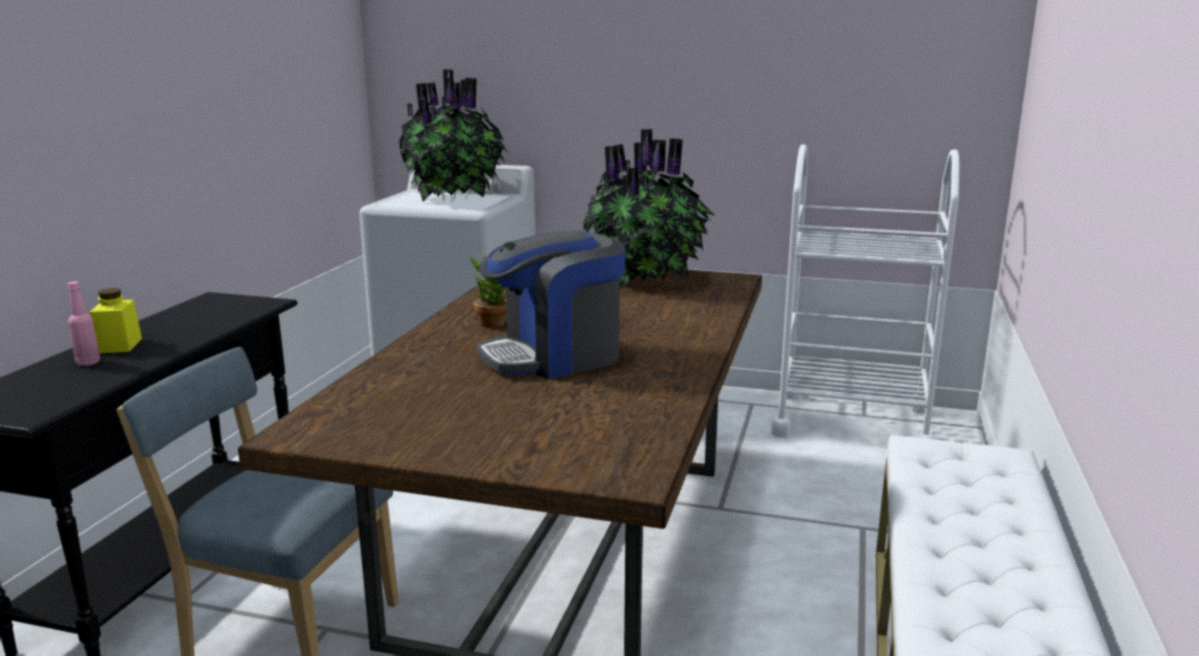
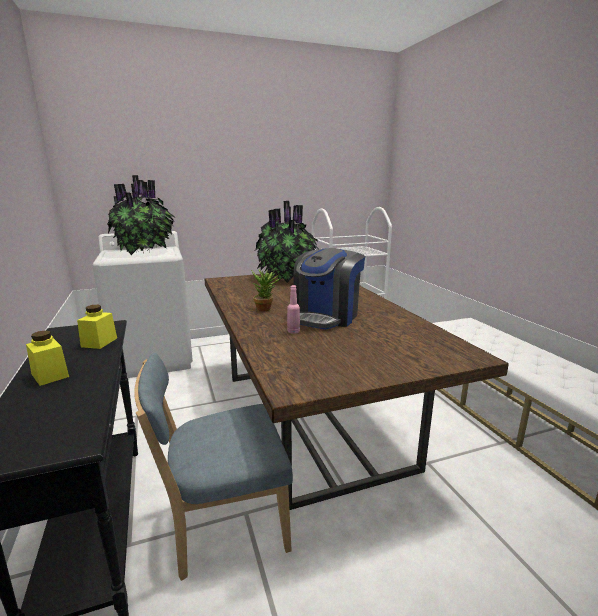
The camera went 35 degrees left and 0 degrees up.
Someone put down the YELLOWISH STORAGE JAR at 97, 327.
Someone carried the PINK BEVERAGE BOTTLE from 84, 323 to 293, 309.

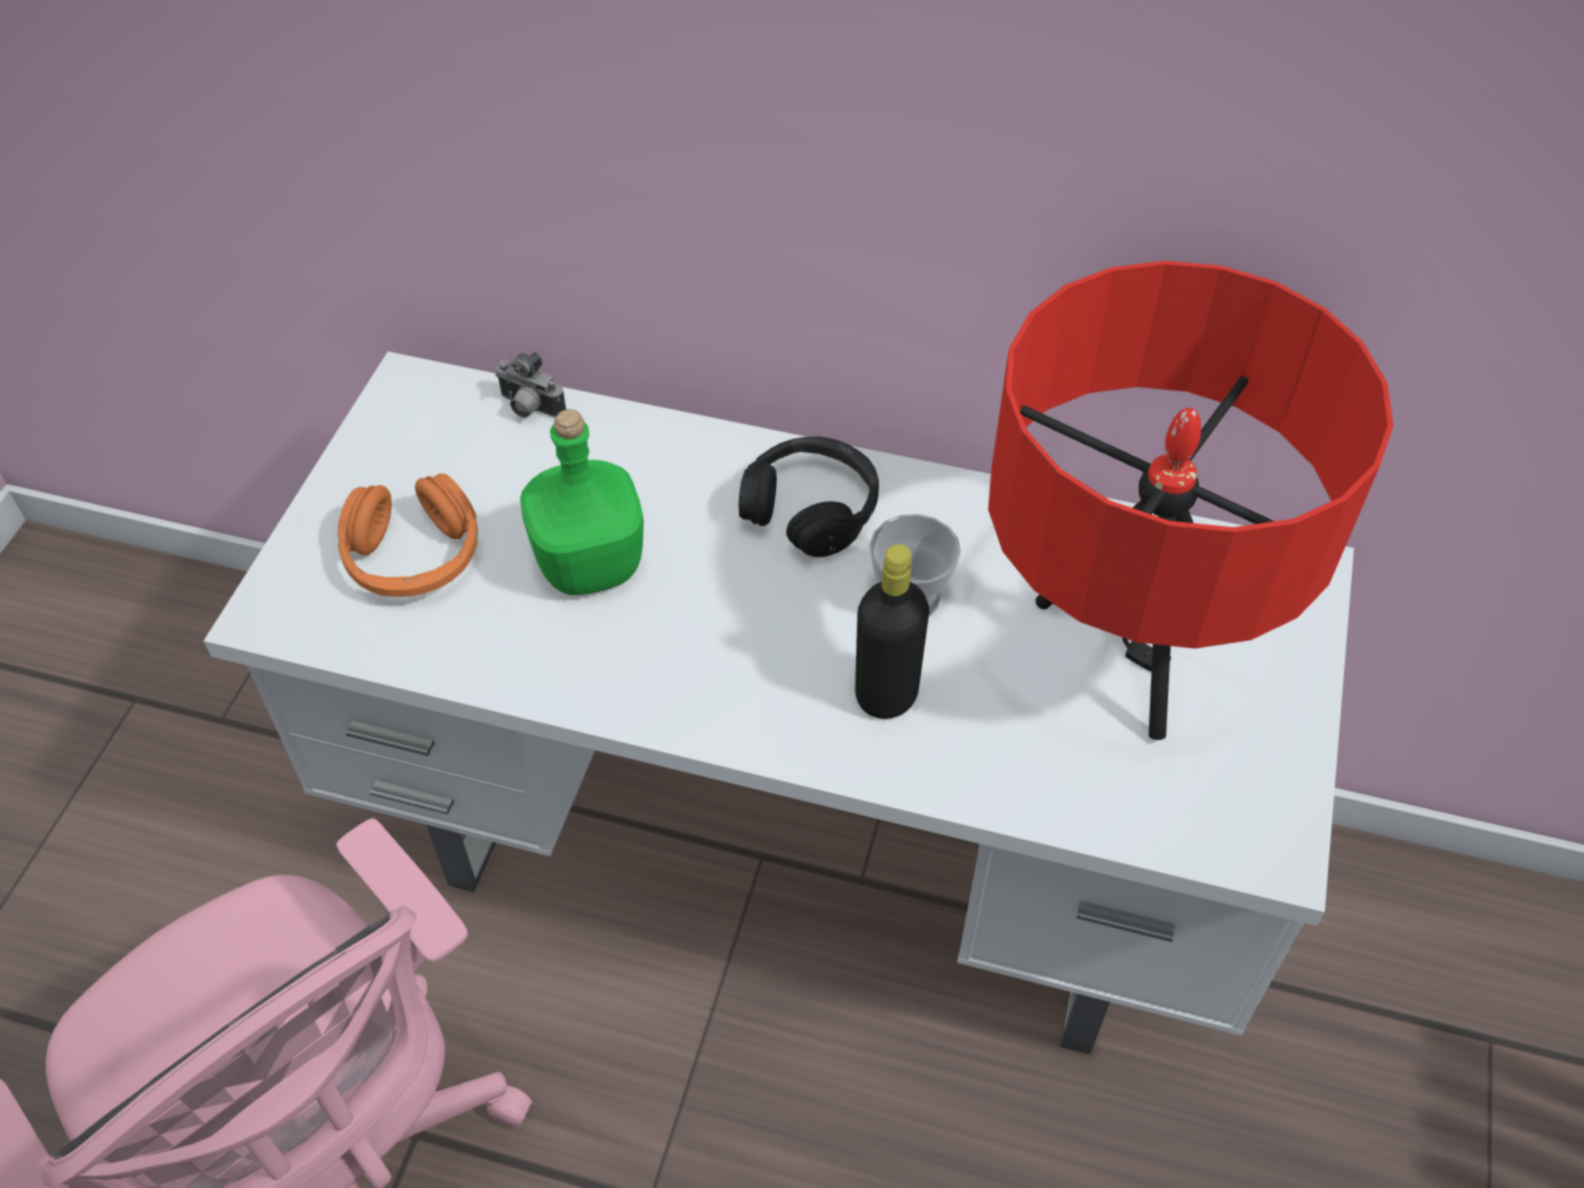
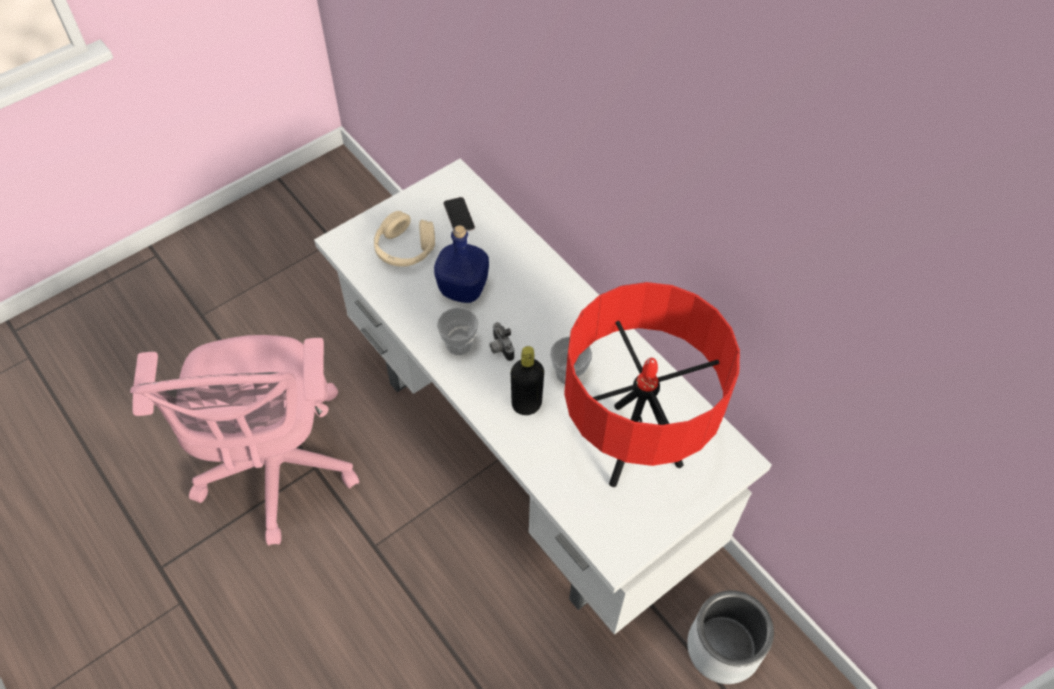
The camera went 35 degrees right and 5 degrees up.
Someone repainted the ORANGE HEADPHONES at 408, 535, which became the BEIGE-COLOURED HEADPHONES at 404, 239.
Someone repainted the GREEN-COLOURED BEVERAGE BOTTLE at 582, 502, which became the BLUE BEVERAGE BOTTLE at 461, 264.
Someone put down the CUP at 457, 331.
Someone put down the TELEPHONE at 459, 214.
Someone carried the PHOTO CAMERA from 530, 384 to 501, 341.
Someone put down the GREY PLANT POT at 730, 637.
Someone took away the BLACK-COLOURED HEADPHONES at 809, 496.

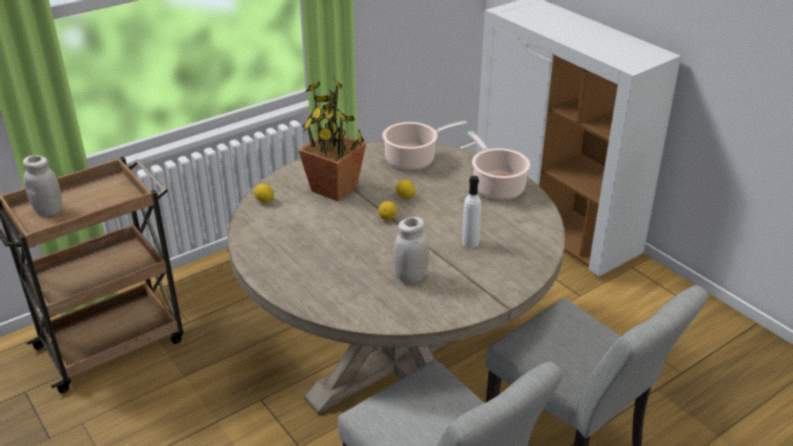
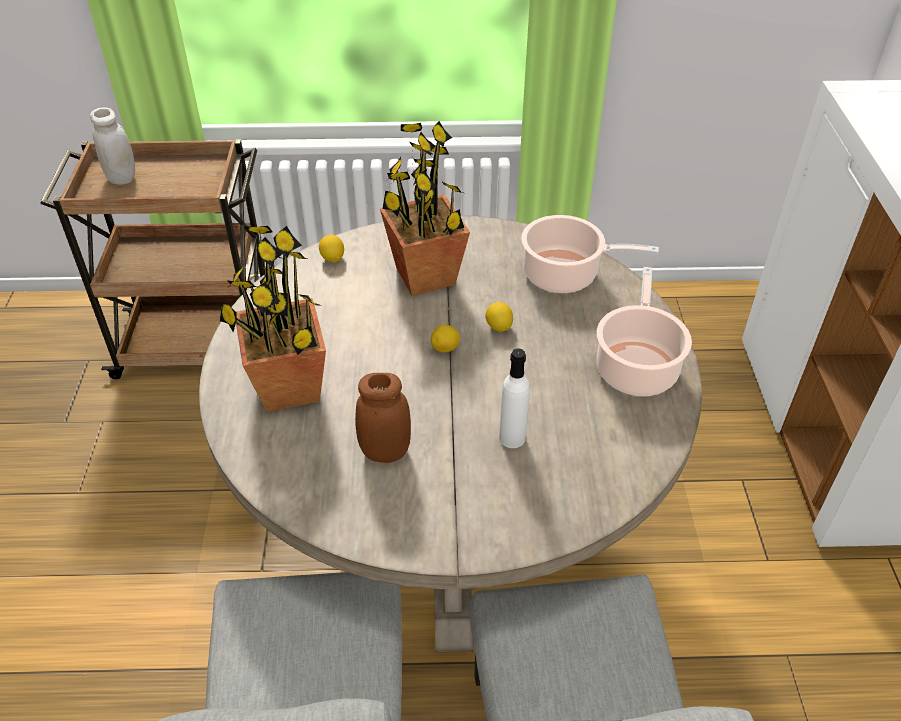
The camera went 35 degrees right and 10 degrees up.
Someone put down the PLANT IN A POT at 273, 319.
Someone repainted the WHITE-COLOURED STORAGE JAR at 411, 250, which became the BROWNISH STORAGE JAR at 383, 418.

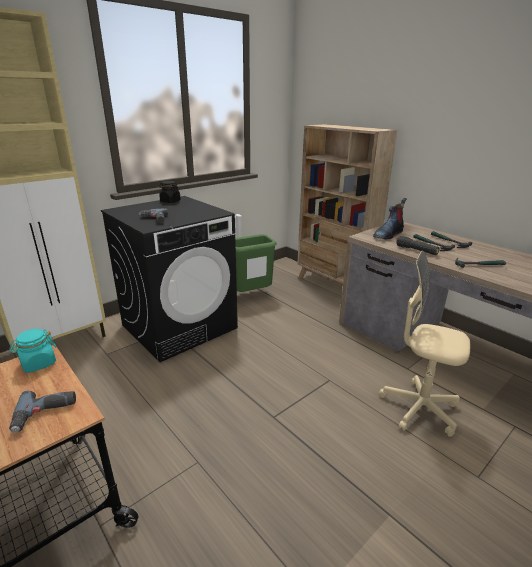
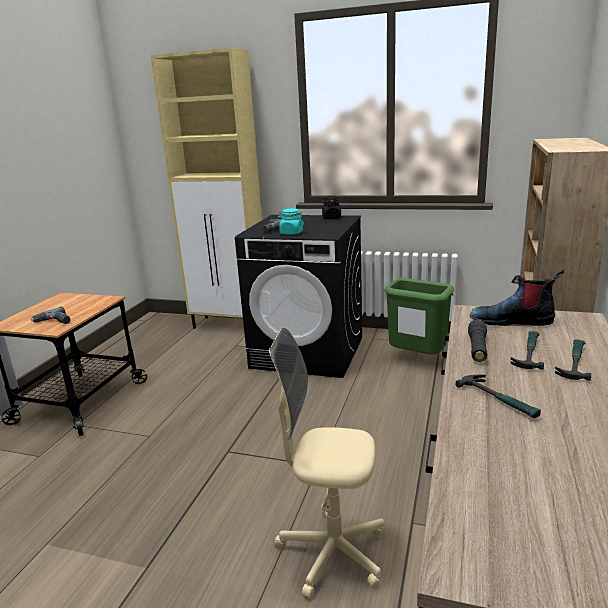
The camera went 60 degrees right and 5 degrees down.
Someone rotated the BEIGE-COLOURED OFFICE CHAIR at 424, 343 by 75 degrees counterclockwise.
Someone carried the TURQUOISE-COLOURED STORAGE JAR from 33, 351 to 290, 222.

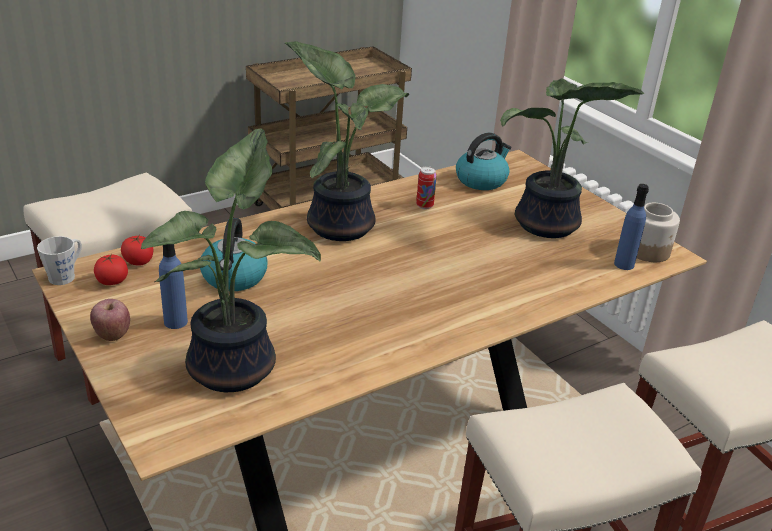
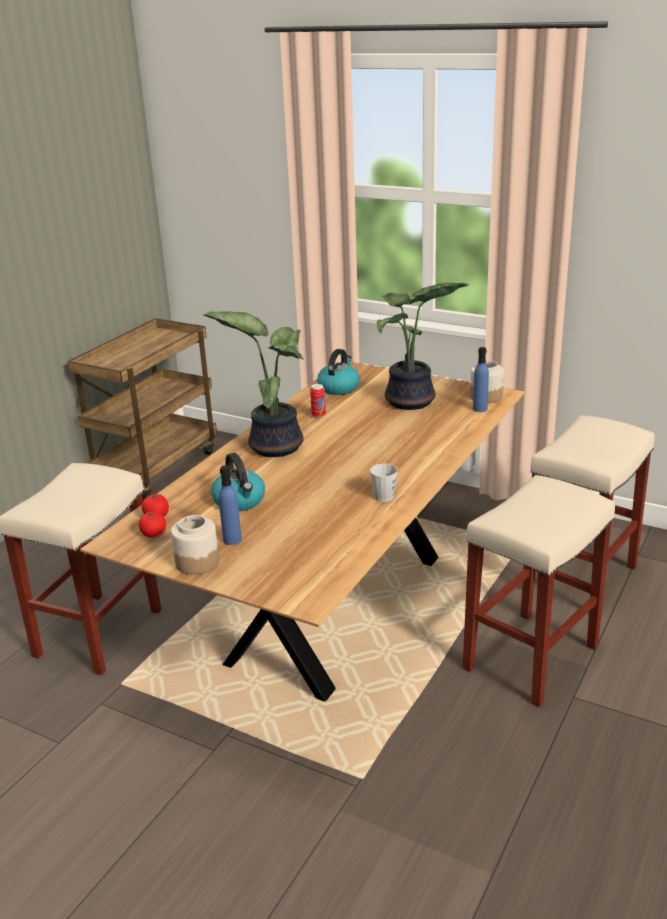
The camera went 25 degrees left and 5 degrees down.
Someone swapped the WHOLE APPLE at 110, 320 for the STORAGE JAR at 195, 545.
Someone carried the GREY TEA MUG from 59, 260 to 383, 483.
Someone took away the PLANT IN A POT at 231, 260.

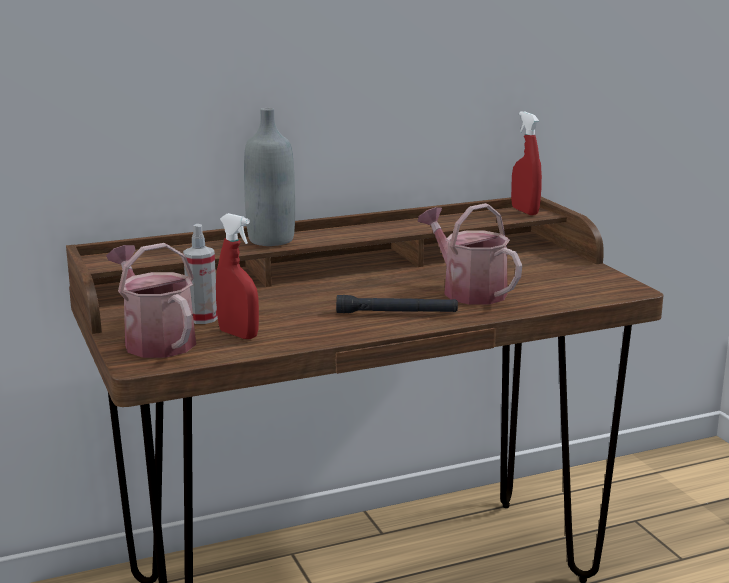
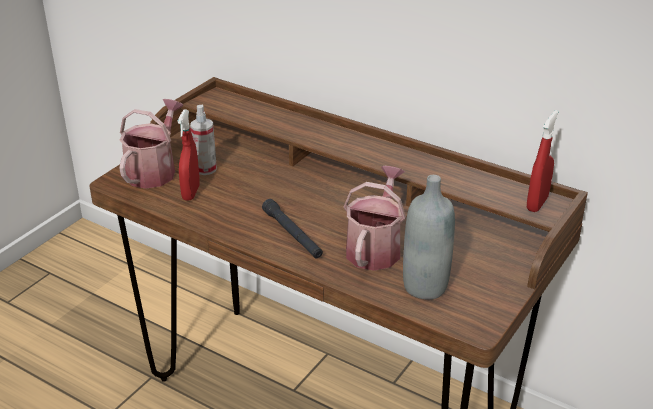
The camera went 55 degrees right and 15 degrees up.
Someone carried the GREY BEVERAGE BOTTLE from 269, 177 to 429, 237.

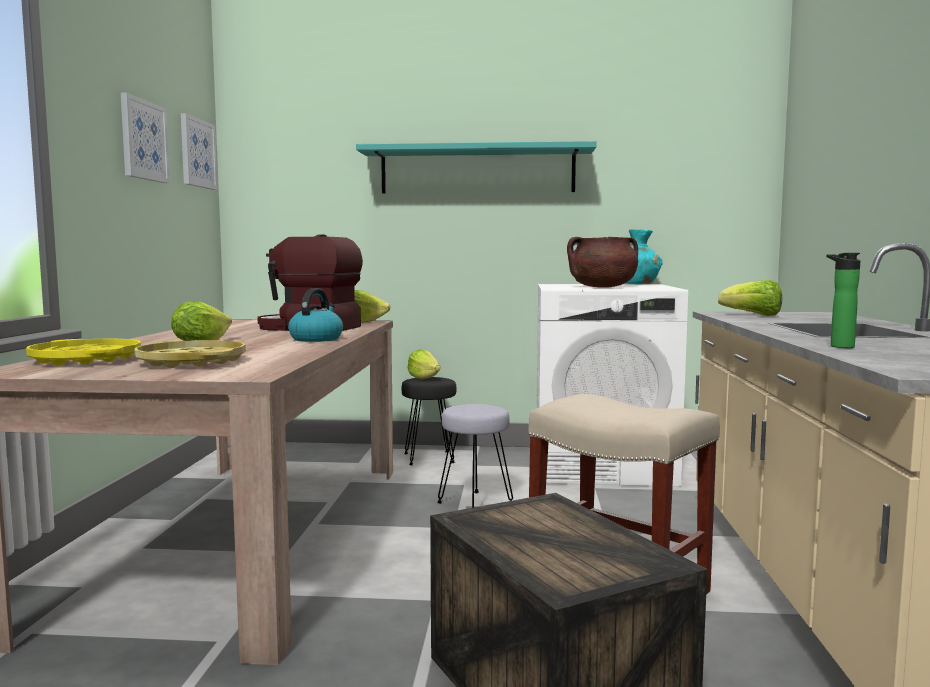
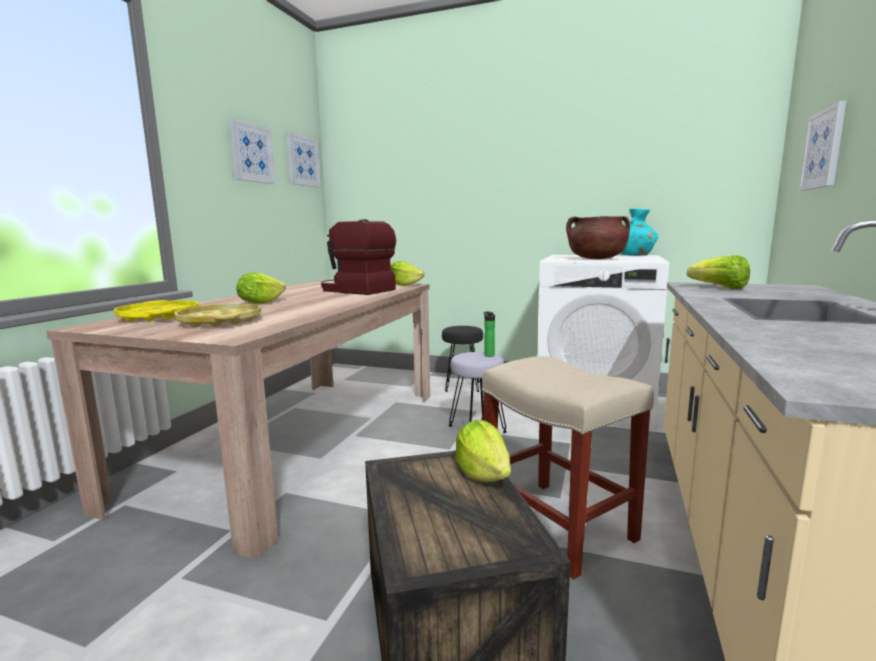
The camera went 15 degrees right and 5 degrees up.
Someone carried the LETTUCE HEAD from 424, 364 to 483, 451.
Someone carried the BEVERAGE BOTTLE from 843, 300 to 489, 334.
Someone put up the WALL PICTURE at 822, 145.
Someone took away the TEA KETTLE at 315, 315.
Someone took away the TURQUOISE-COLOURED WALL SHELF at 476, 167.

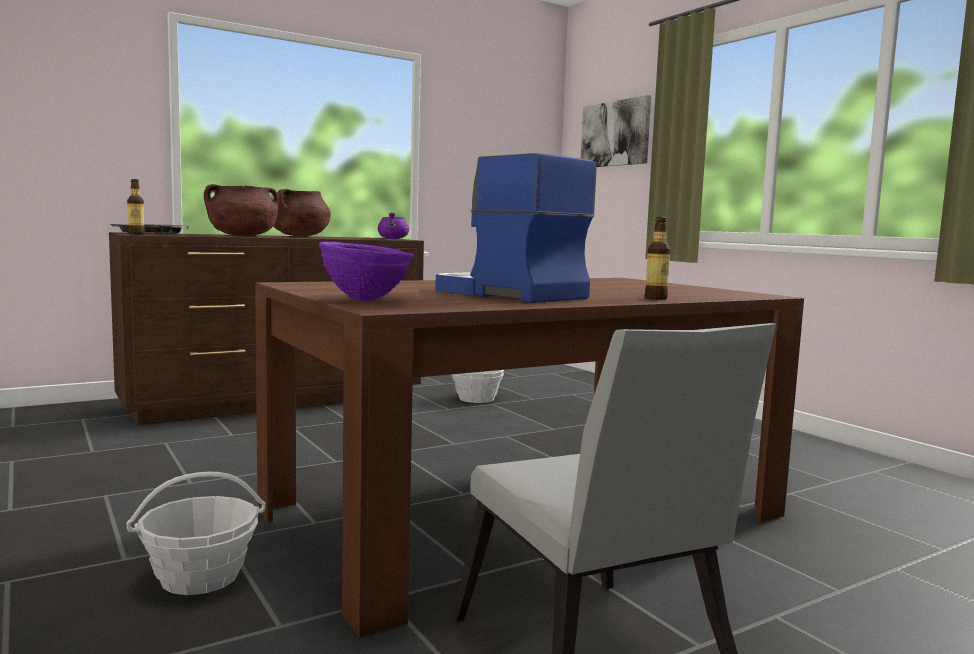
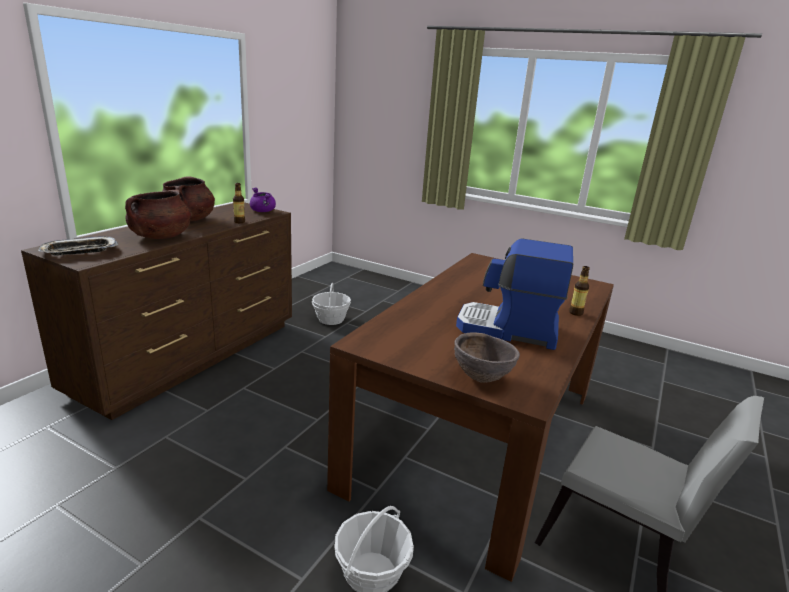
The camera went 30 degrees left and 15 degrees up.
Someone carried the BEVERAGE BOTTLE from 136, 207 to 239, 203.
Someone repainted the PURPLISH SERVING BOWL at 366, 271, which became the BROWNISH SERVING BOWL at 487, 357.
Someone took away the WALL PICTURE at 616, 131.

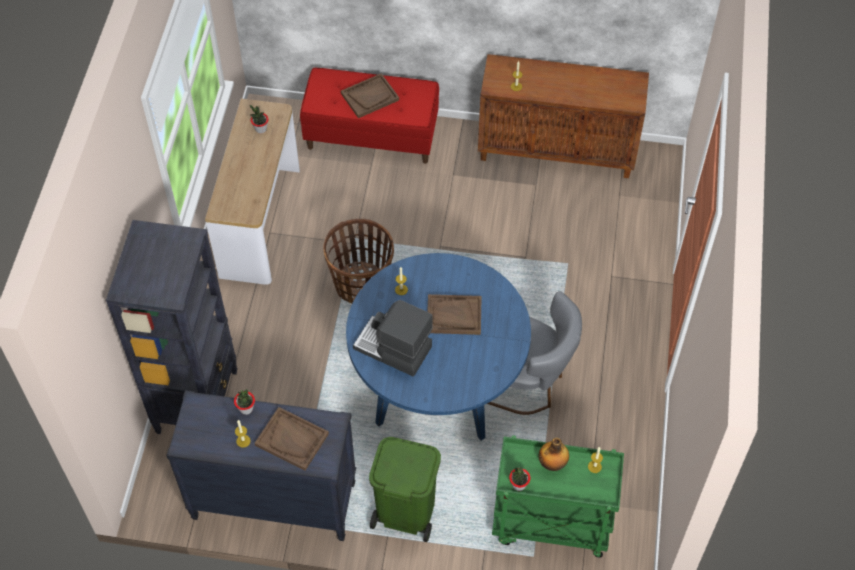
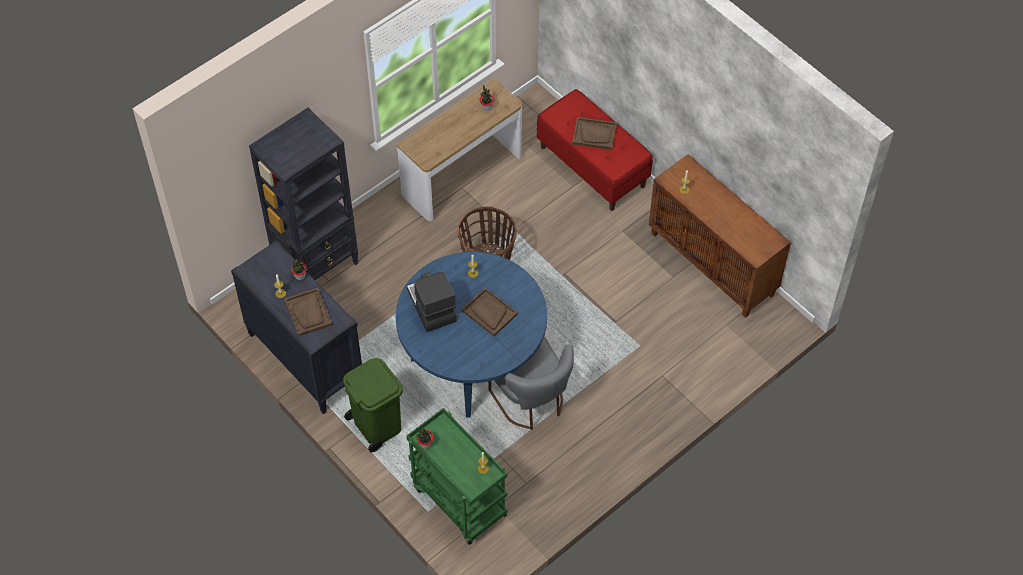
The camera went 40 degrees right and 0 degrees up.
Someone took away the BEVERAGE BOTTLE at 553, 454.

